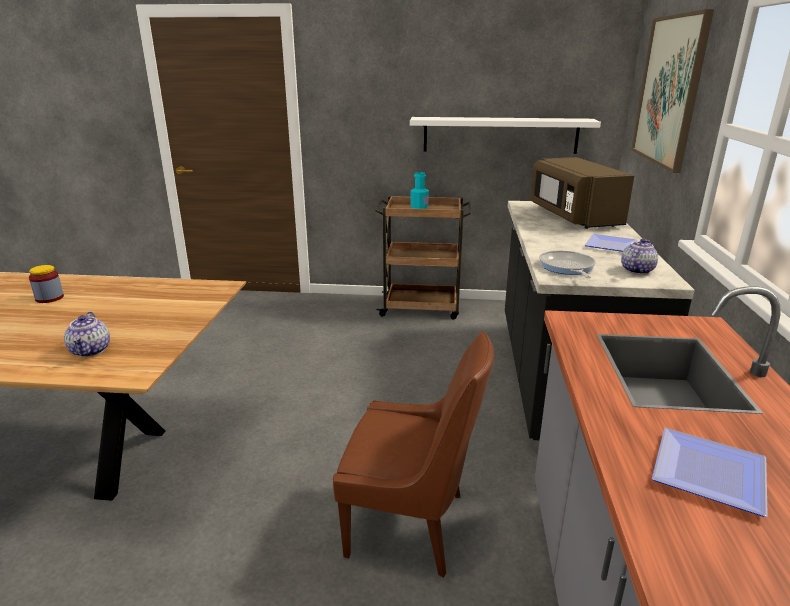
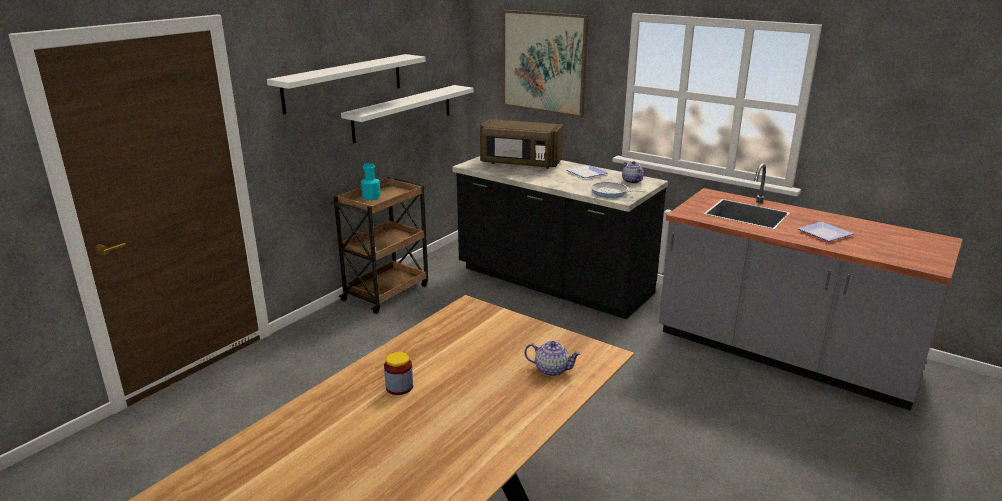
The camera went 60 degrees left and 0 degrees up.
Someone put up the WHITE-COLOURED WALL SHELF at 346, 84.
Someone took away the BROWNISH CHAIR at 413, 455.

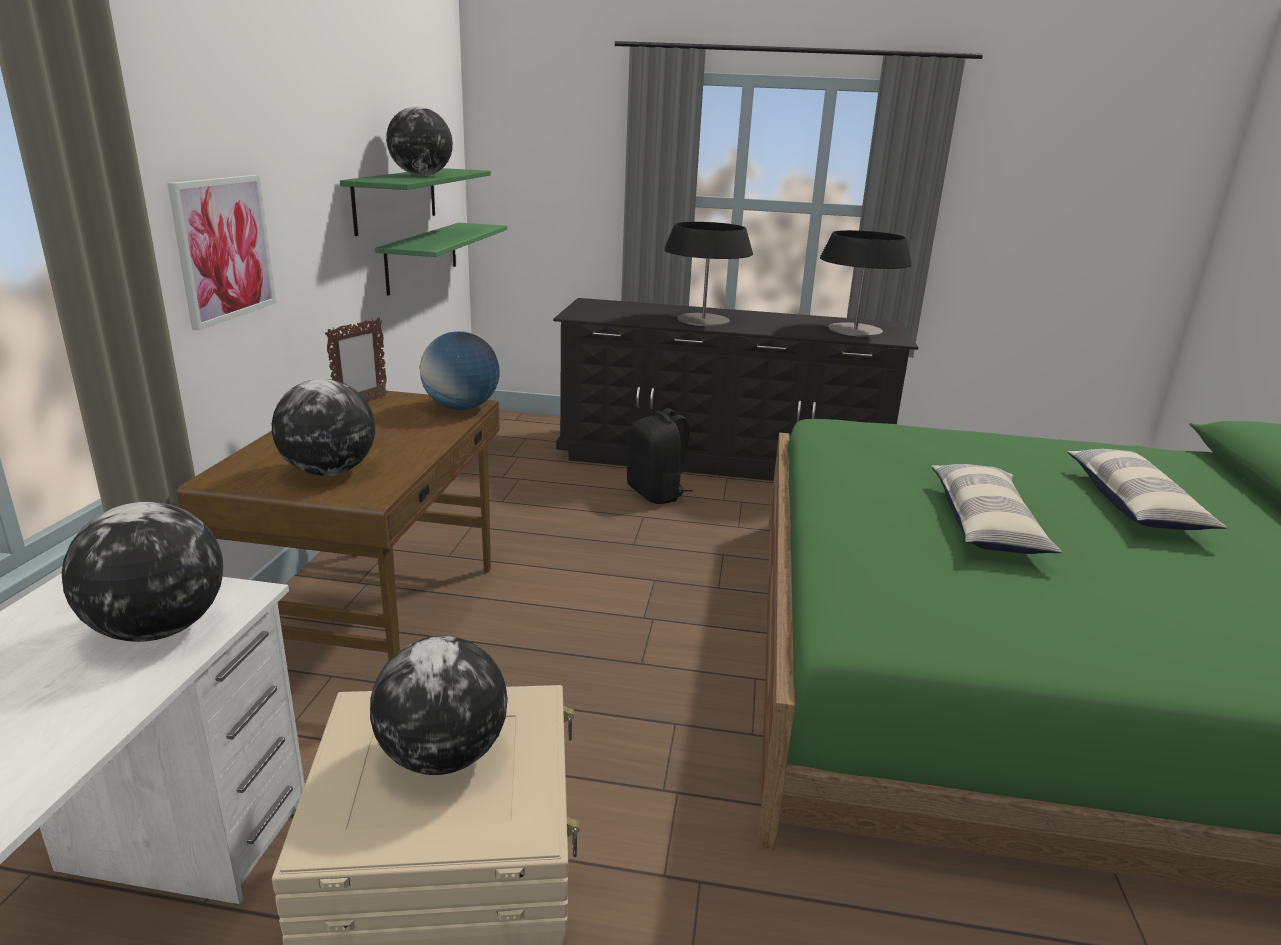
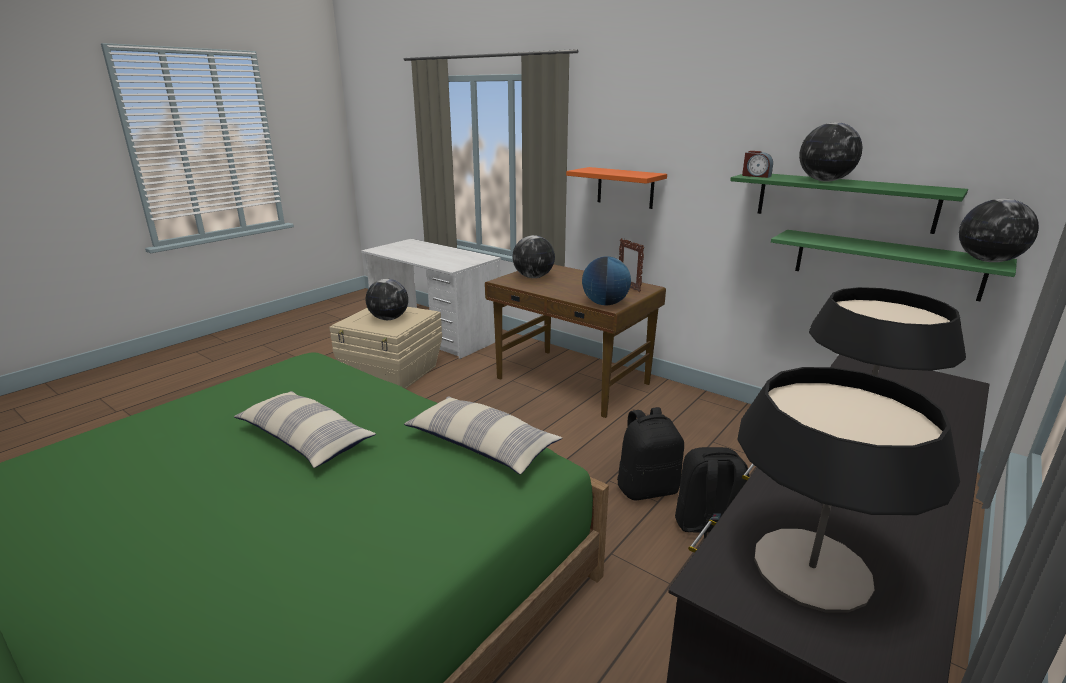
The camera went 120 degrees right and 0 degrees up.
Someone carried the PILLOW from 1147, 489 to 483, 435.
Someone swapped the WALL PICTURE at 221, 252 for the ORANGE WALL SHELF at 616, 188.
Someone put down the BLACK-COLOURED BACKPACK at 650, 453.
Someone put down the BEDSIDE CLOCK at 757, 164.
Someone carried the DESK GLOBE from 142, 572 to 999, 230.

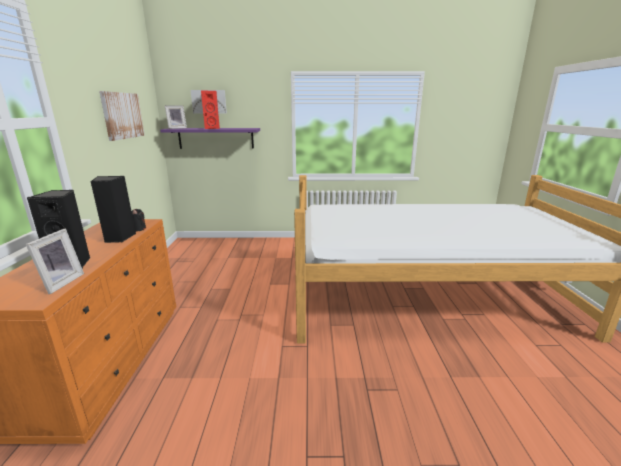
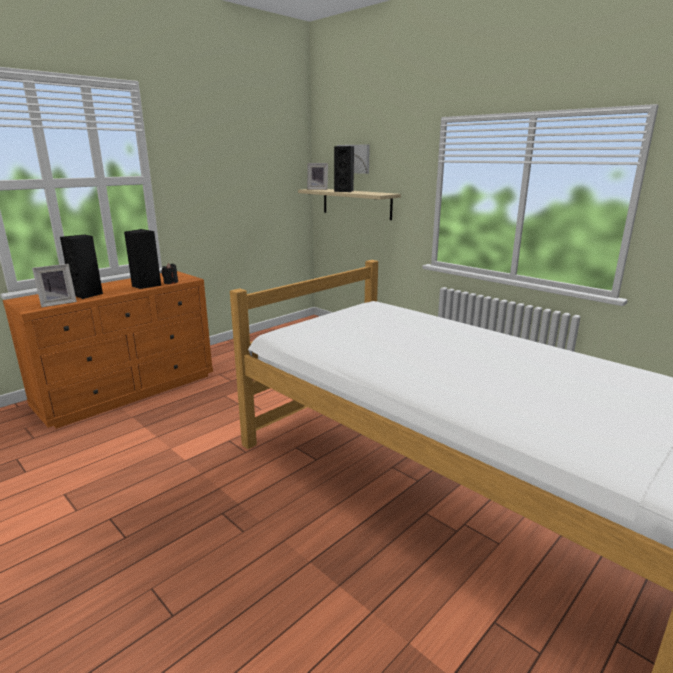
The camera went 45 degrees right and 0 degrees up.
Someone repainted the PURPLISH WALL SHELF at 210, 138, which became the BEIGE-COLOURED WALL SHELF at 349, 204.
Someone repainted the RED-COLOURED SPEAKER at 210, 110, which became the BLACK-COLOURED SPEAKER at 344, 169.
Someone took away the WALL PICTURE at 122, 116.

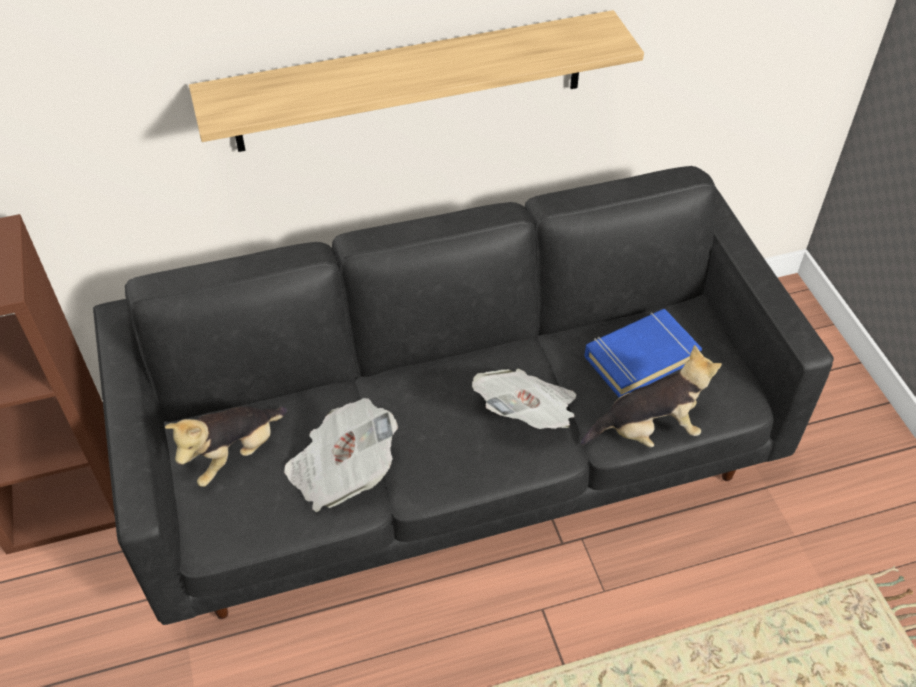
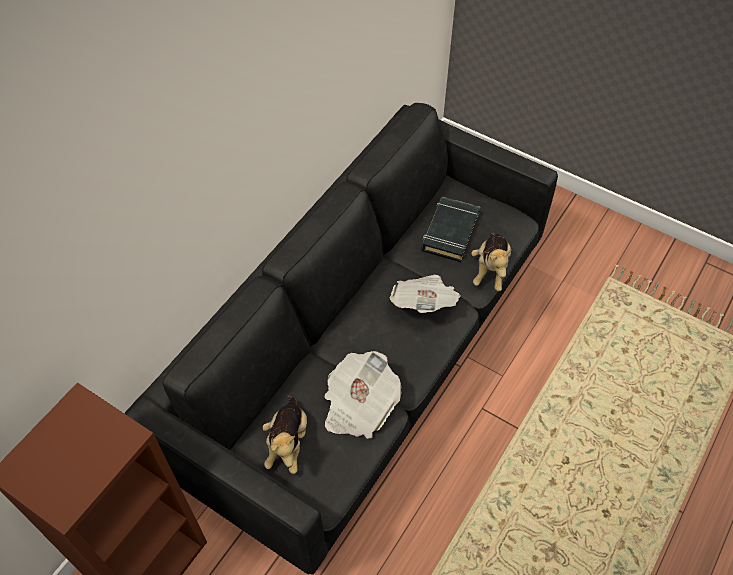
The camera went 40 degrees left and 5 degrees up.
Someone repainted the BLUE VOLUME at 643, 353, which became the BLACK-COLOURED VOLUME at 450, 229.
Someone rotated the CUDDLY TOY at 651, 396 by 150 degrees clockwise.
Someone took away the WALL SHELF at 416, 81.

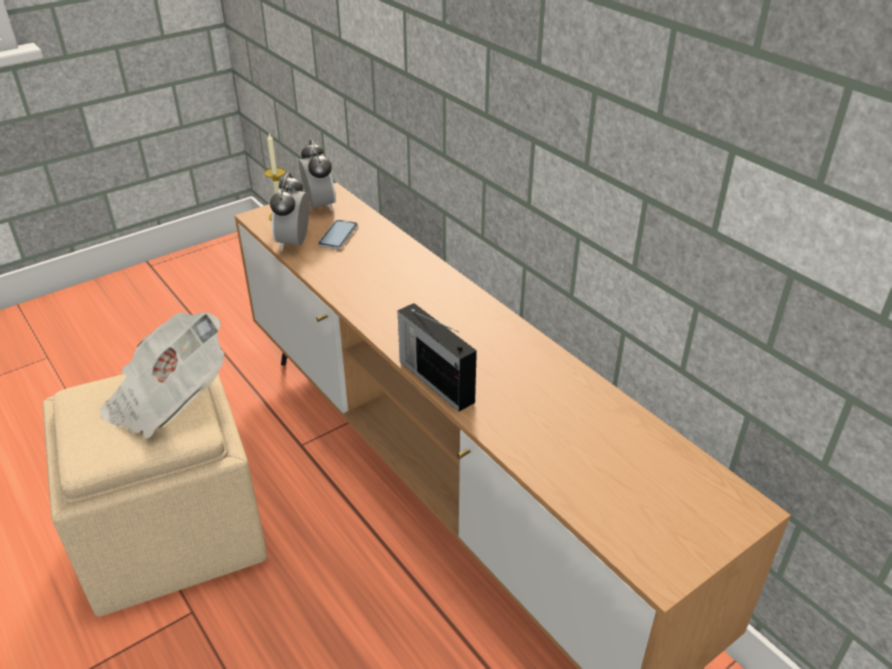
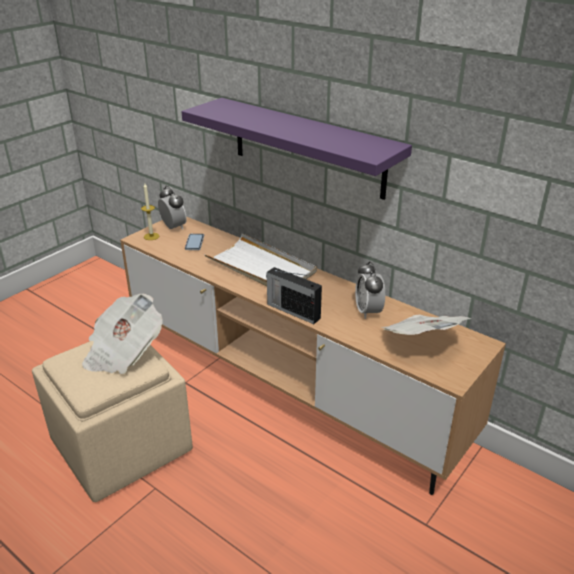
The camera went 15 degrees left and 5 degrees down.
Someone put up the PURPLISH WALL SHELF at 297, 149.
Someone put down the WHITE-COLOURED SERVING TRAY at 260, 260.
Someone carried the BEDSIDE CLOCK from 289, 212 to 370, 290.
Someone put down the PRINTED PAPER at 427, 324.

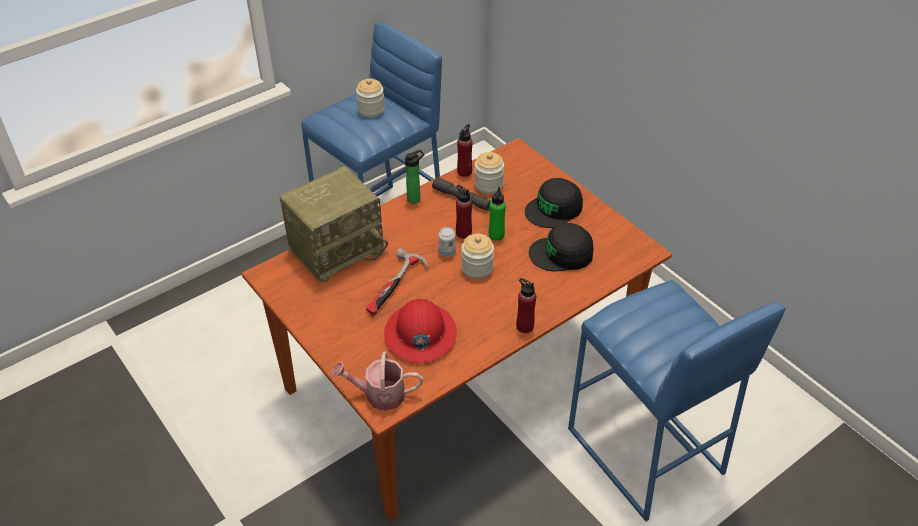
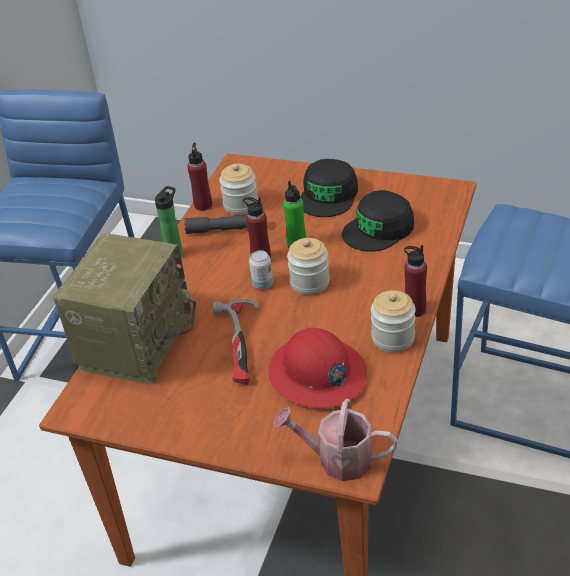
The camera went 30 degrees left and 5 degrees down.
Someone rotated the SPRINKLING CAN at 377, 381 by 45 degrees clockwise.
Someone carried the STORAGE JAR from 370, 98 to 393, 321.

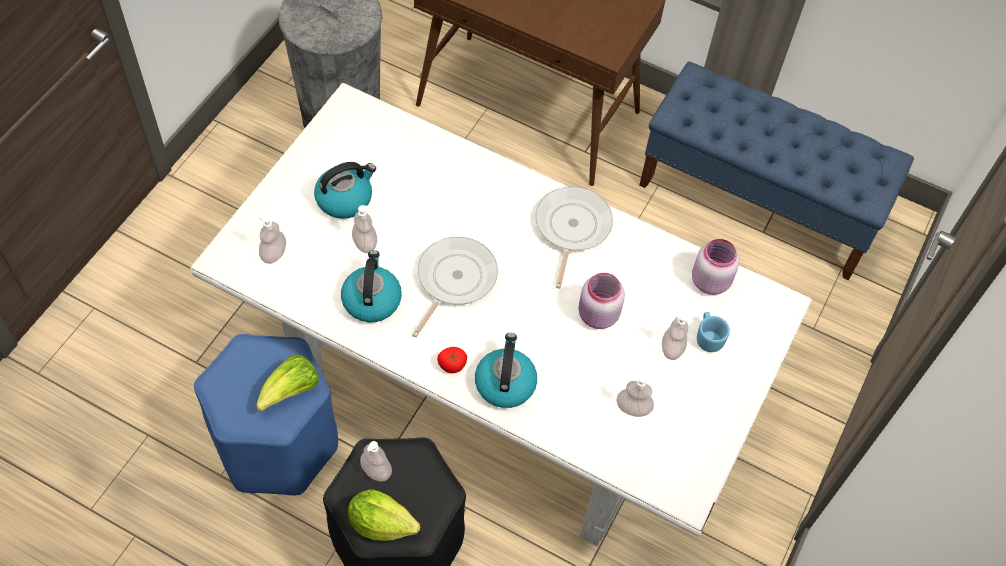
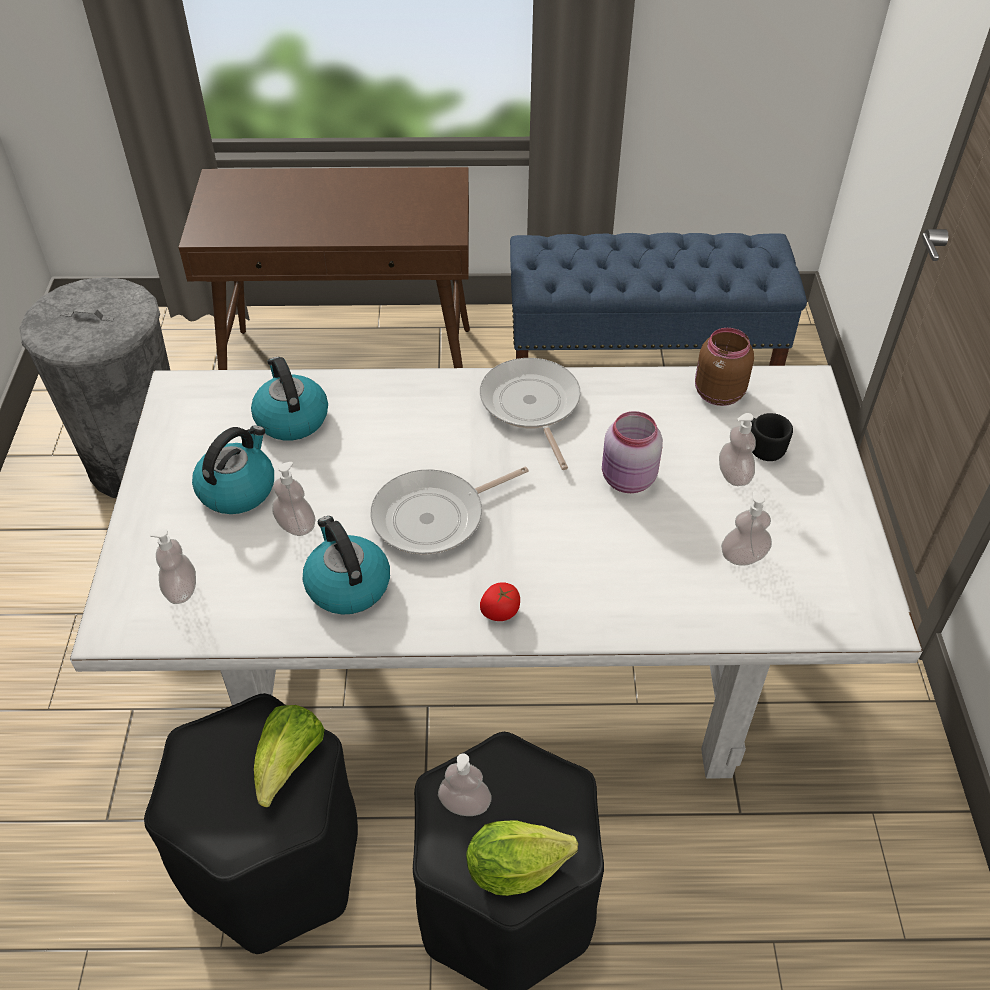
The camera went 25 degrees left and 10 degrees down.
Someone repainted the BLUE STOOL at 266, 415, which became the BLACK-COLOURED STOOL at 251, 823.
Someone carried the TEA KETTLE from 506, 370 to 289, 398.
Someone rotated the SKILLET at 455, 287 by 120 degrees counterclockwise.
Someone repainted the PINK STORAGE JAR at 715, 267, which became the BROWNISH STORAGE JAR at 724, 367.
Someone repainted the BLUE TEA MUG at 713, 332, which became the BLACK-COLOURED TEA MUG at 771, 437.

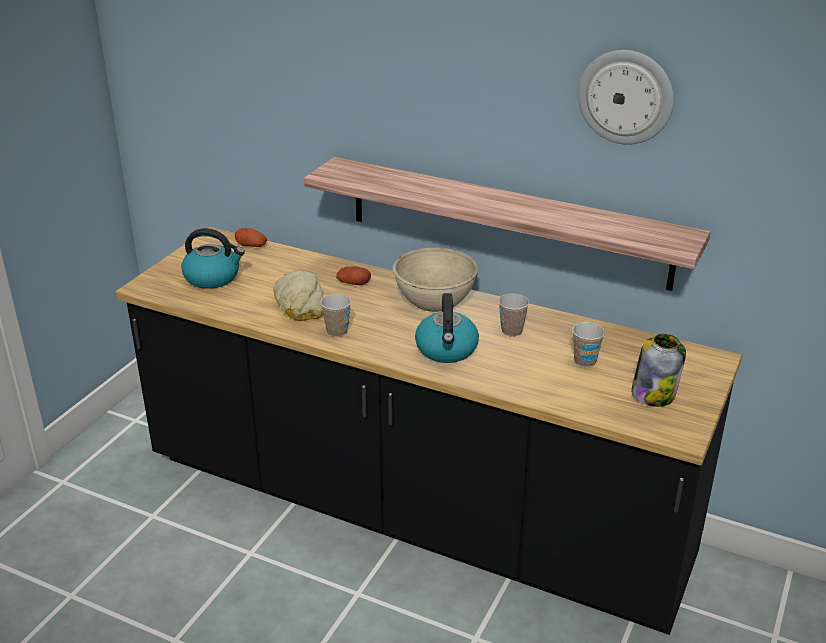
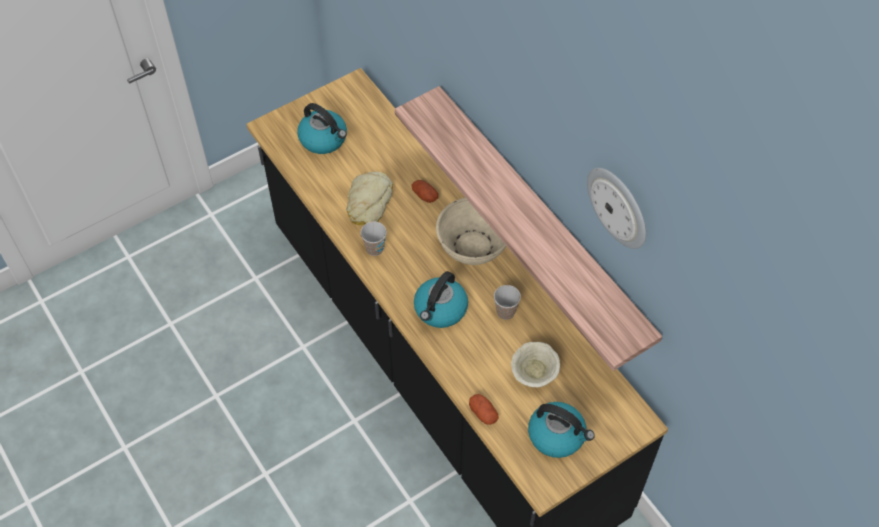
The camera went 30 degrees right and 25 degrees up.
Someone carried the WHOLE POTATO from 251, 237 to 484, 409.
Someone swapped the CUP at 588, 344 for the BEIGE-COLOURED SERVING BOWL at 535, 364.
Someone swapped the STORAGE JAR at 658, 370 for the TEA KETTLE at 561, 430.

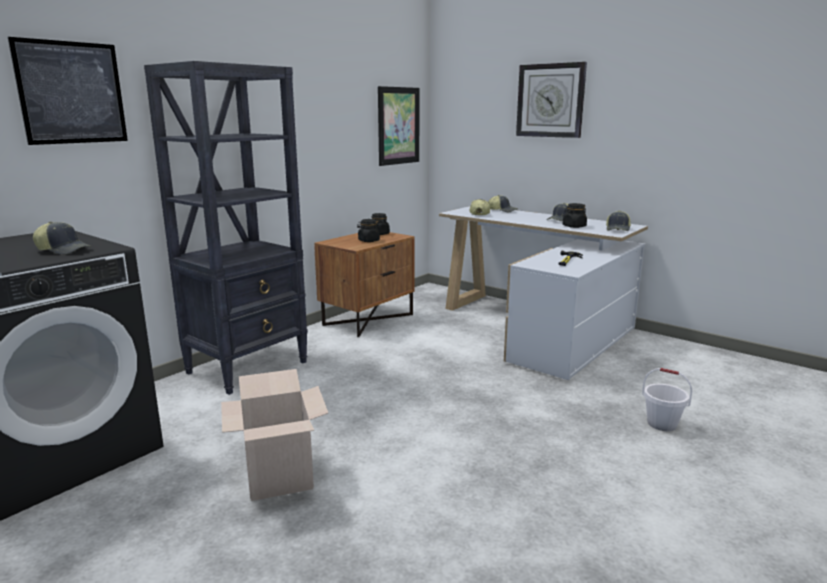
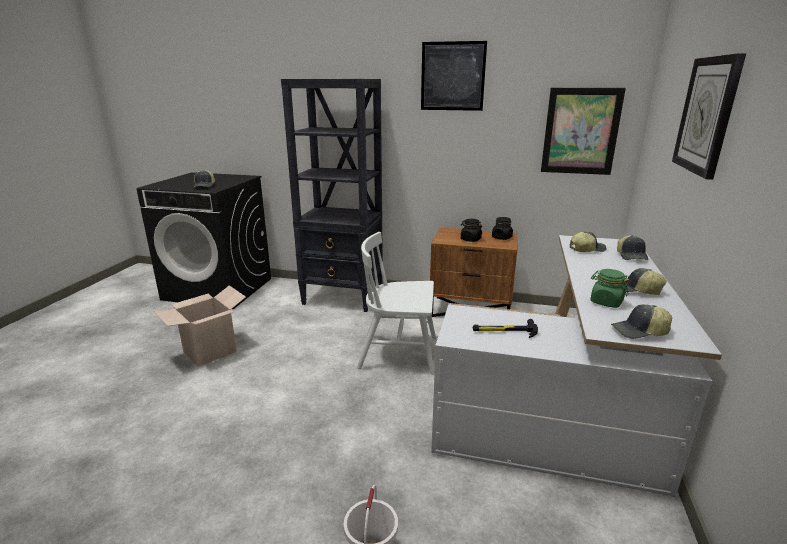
The camera went 65 degrees right and 5 degrees up.
Someone put down the WHITE-COLOURED CHAIR at 396, 303.
Someone carried the WALL PICTURE from 68, 91 to 454, 76.
Someone repainted the BLACK-COLOURED STORAGE JAR at 575, 215, which became the GREEN-COLOURED STORAGE JAR at 610, 288.

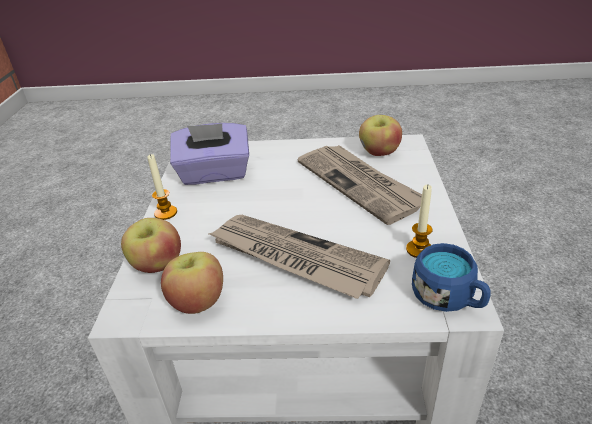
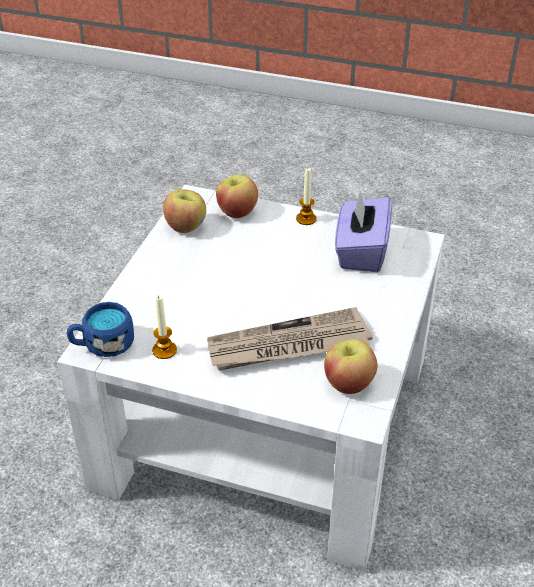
The camera went 105 degrees right and 5 degrees up.
Someone took away the PRINTED PAPER at 298, 257.

